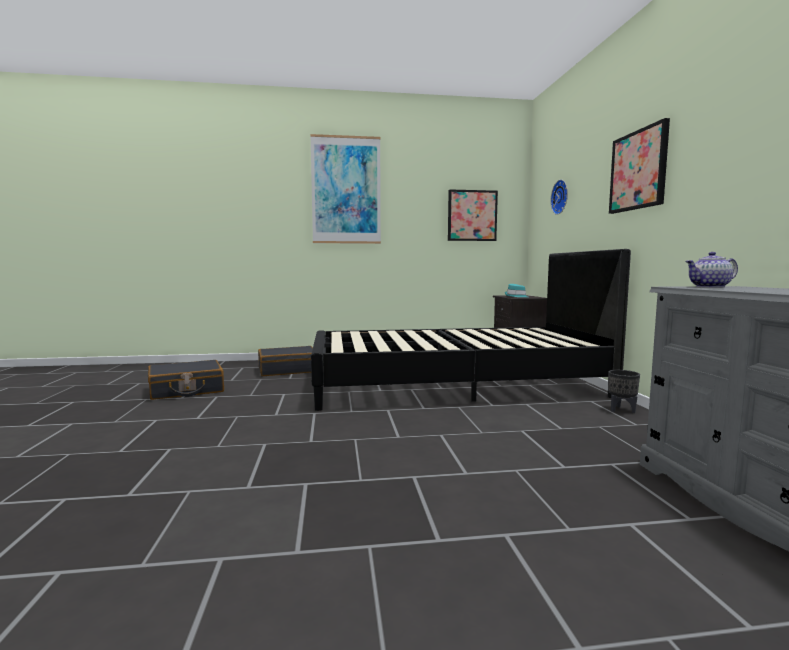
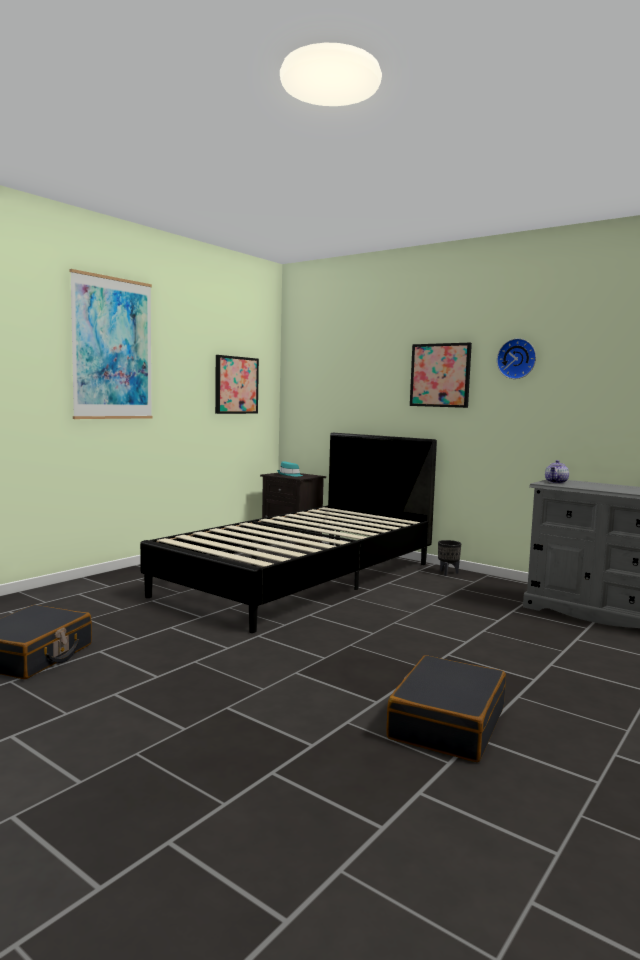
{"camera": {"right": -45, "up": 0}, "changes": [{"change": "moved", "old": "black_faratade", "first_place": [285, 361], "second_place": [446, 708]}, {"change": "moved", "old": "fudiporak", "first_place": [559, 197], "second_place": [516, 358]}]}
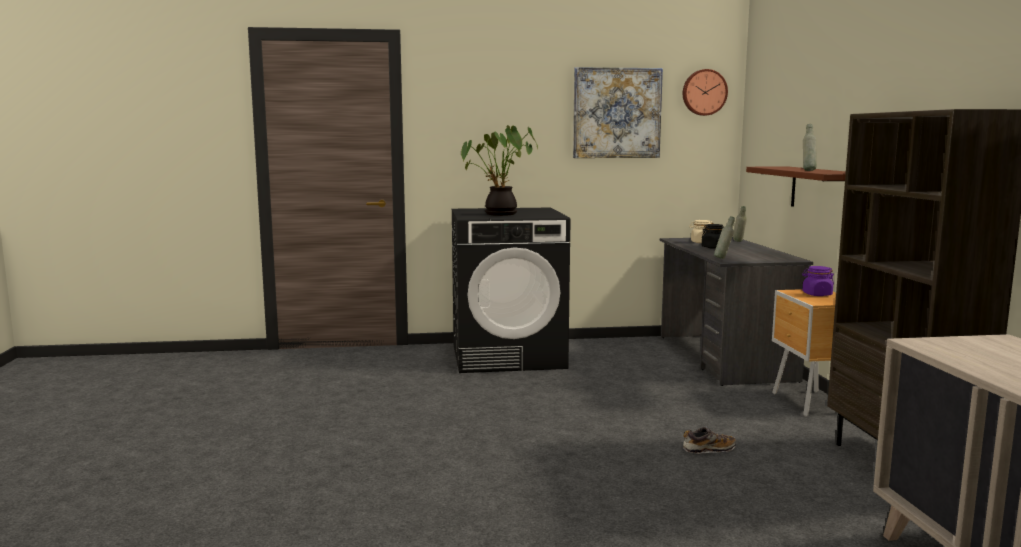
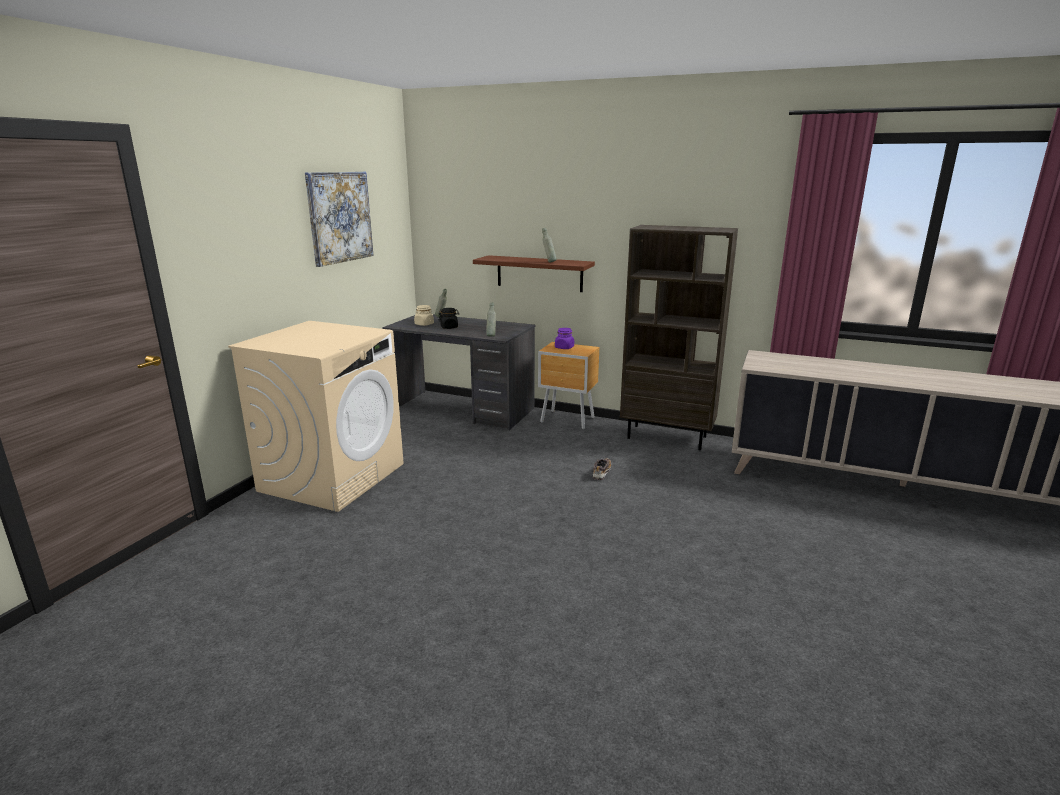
{"camera": {"right": -60, "up": 10}, "changes": [{"change": "recoloured", "old": "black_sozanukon", "new": "beige_sozanukon", "first_place": [511, 290], "second_place": [316, 416]}, {"change": "removed", "old": "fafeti", "first_place": [499, 170]}, {"change": "removed", "old": "fudiporak", "first_place": [705, 92]}]}
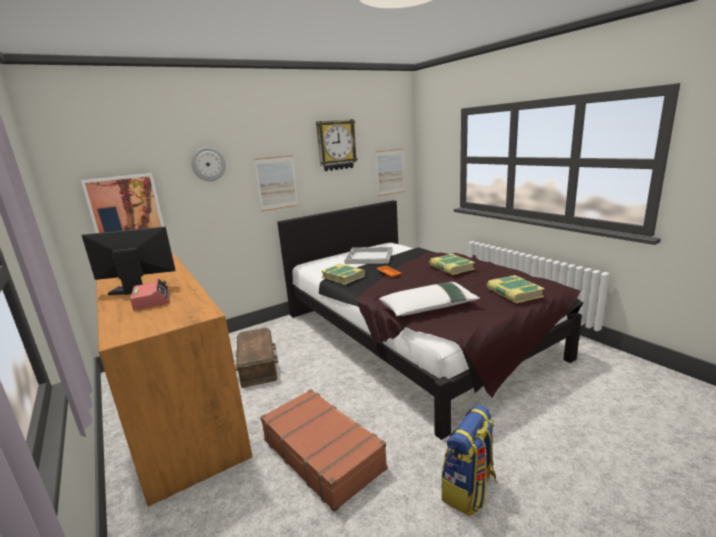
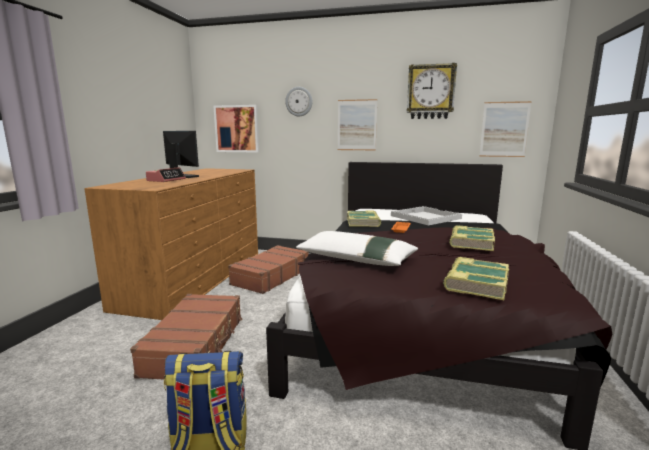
{"camera": {"right": 45, "up": -5}, "changes": [{"change": "replaced", "old": "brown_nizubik", "new": "brown_faratade", "first_place": [257, 358], "second_place": [268, 269]}]}
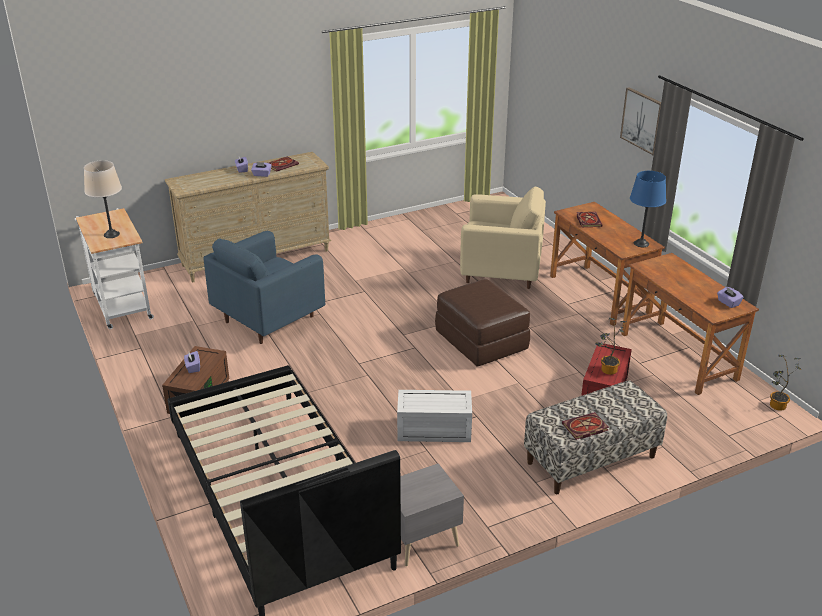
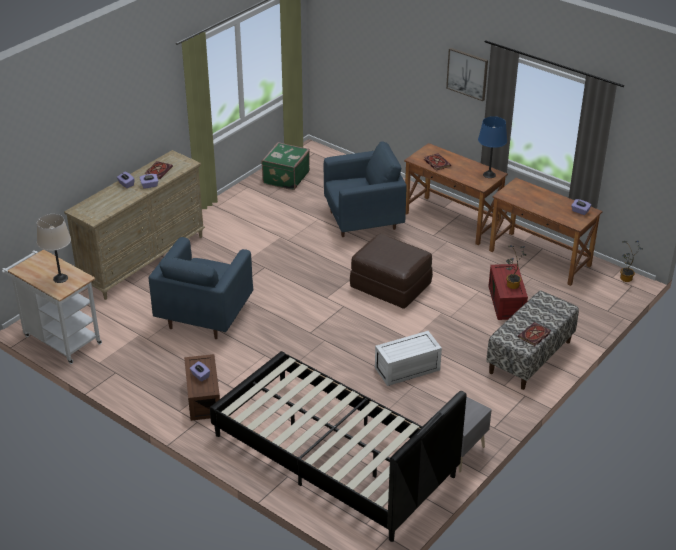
{"camera": {"right": -25, "up": 5}, "changes": [{"change": "recoloured", "old": "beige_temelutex", "new": "blue_temelutex", "first_place": [503, 238], "second_place": [365, 189]}, {"change": "added", "new": "green_faratade", "second_place": [285, 166]}]}
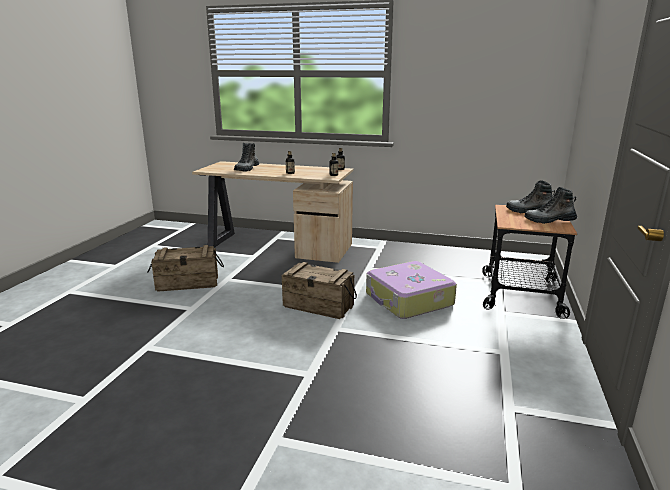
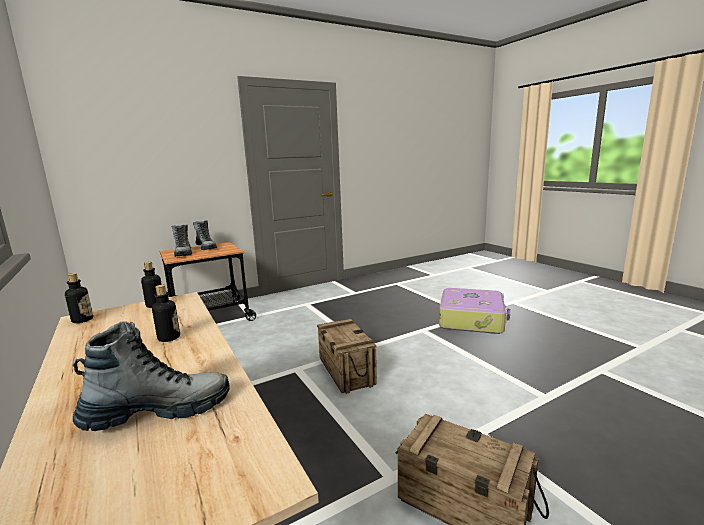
{"camera": {"right": -135, "up": -5}, "changes": [{"change": "moved", "old": "faratade", "first_place": [411, 290], "second_place": [475, 311]}]}
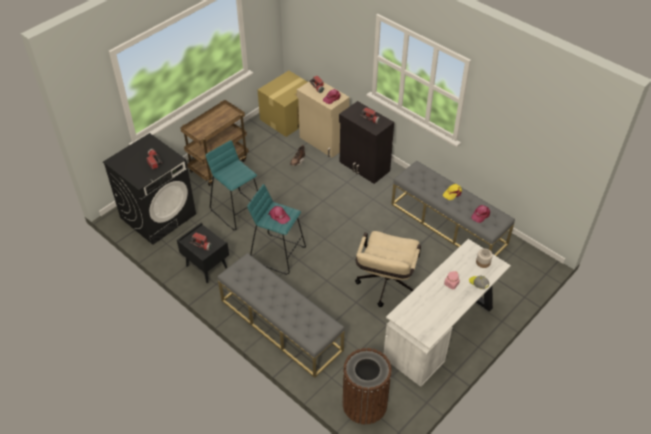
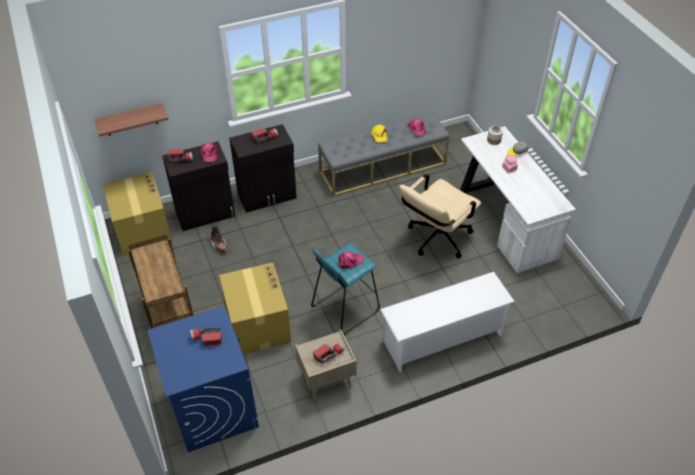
{"camera": {"right": -65, "up": 0}, "changes": [{"change": "recoloured", "old": "black_sozanukon", "new": "blue_sozanukon", "first_place": [149, 189], "second_place": [203, 379]}, {"change": "recoloured", "old": "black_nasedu", "new": "beige_nasedu", "first_place": [203, 252], "second_place": [326, 365]}, {"change": "replaced", "old": "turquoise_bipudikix", "new": "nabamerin", "first_place": [232, 185], "second_place": [255, 309]}, {"change": "replaced", "old": "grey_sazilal", "new": "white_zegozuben", "first_place": [281, 315], "second_place": [447, 322]}, {"change": "recoloured", "old": "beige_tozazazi", "new": "black_tozazazi", "first_place": [323, 120], "second_place": [198, 186]}, {"change": "removed", "old": "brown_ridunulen", "first_place": [367, 386]}, {"change": "turned", "old": "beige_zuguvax", "first_place": [388, 269], "second_place": [440, 216], "degrees": 90}, {"change": "added", "new": "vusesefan", "second_place": [131, 120]}]}
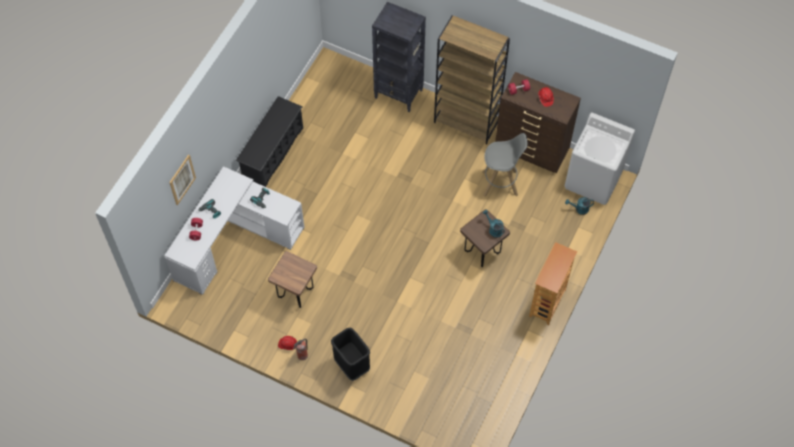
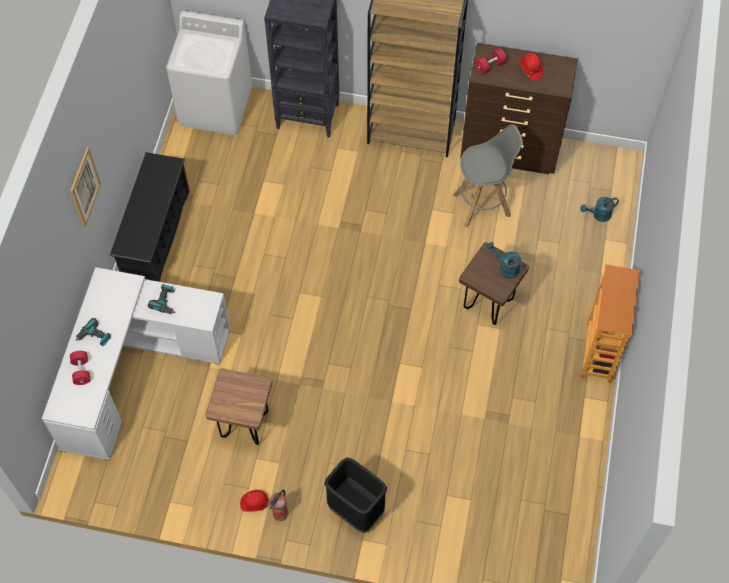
{"camera": {"right": -15, "up": 0}, "changes": [{"change": "moved", "old": "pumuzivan", "first_place": [182, 179], "second_place": [85, 187]}, {"change": "moved", "old": "white_sozanukon", "first_place": [600, 159], "second_place": [209, 73]}]}
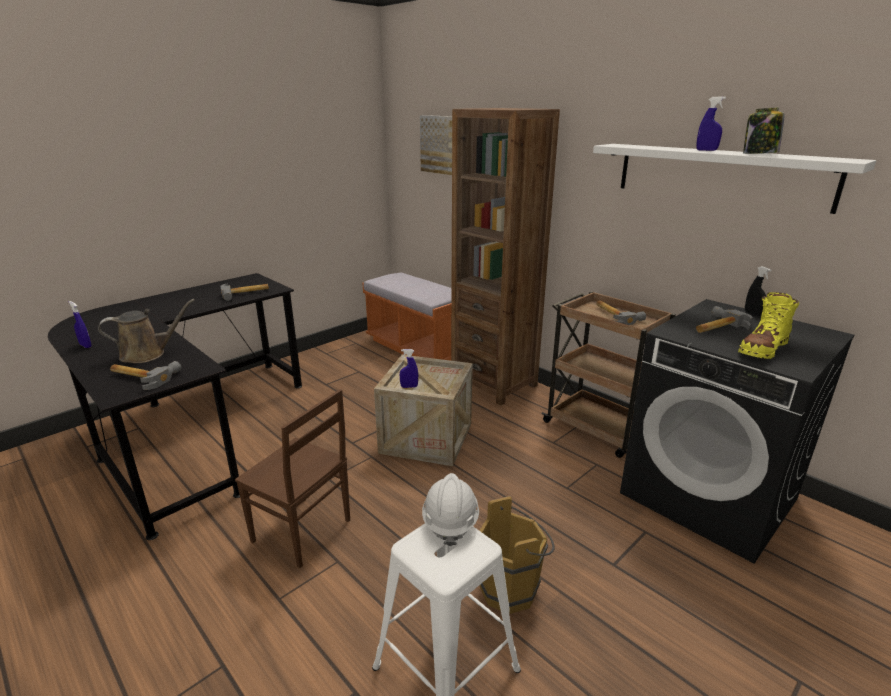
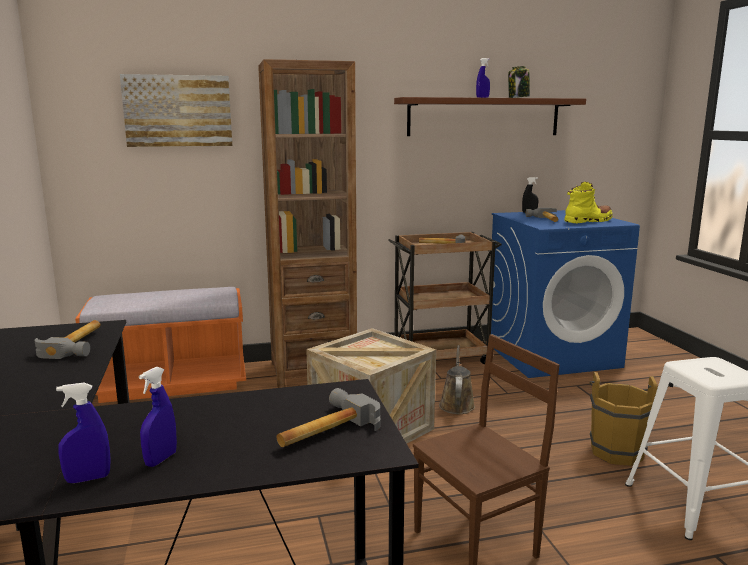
{"camera": {"right": -60, "up": -10}, "changes": [{"change": "moved", "old": "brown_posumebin", "first_place": [146, 331], "second_place": [457, 379]}, {"change": "moved", "old": "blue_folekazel", "first_place": [409, 368], "second_place": [158, 417]}, {"change": "removed", "old": "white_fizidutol", "first_place": [450, 509]}, {"change": "recoloured", "old": "white_vusesefan", "new": "brown_vusesefan", "first_place": [734, 179], "second_place": [490, 116]}, {"change": "recoloured", "old": "black_sozanukon", "new": "blue_sozanukon", "first_place": [737, 431], "second_place": [565, 294]}, {"change": "turned", "old": "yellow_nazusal", "first_place": [768, 325], "second_place": [588, 202], "degrees": -105}]}
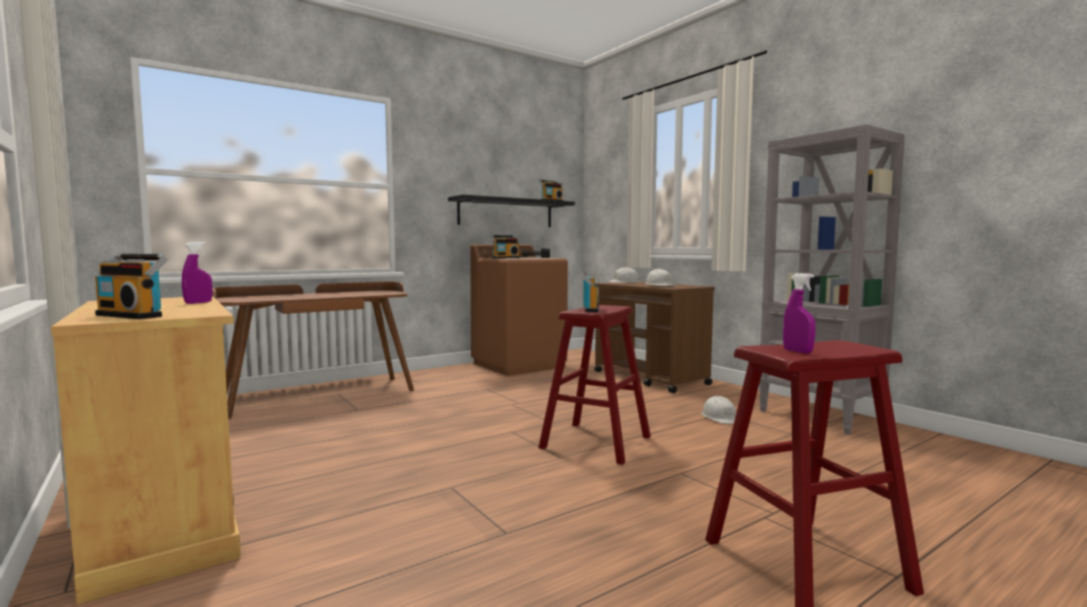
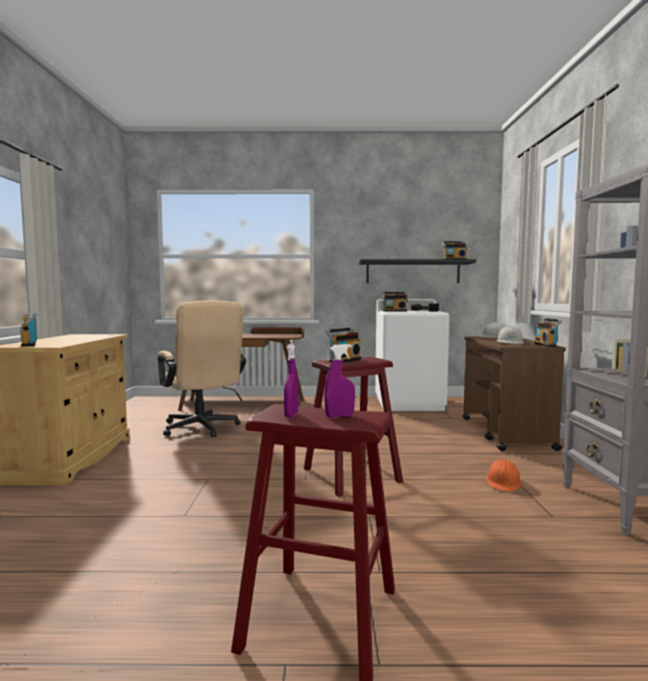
{"camera": {"right": 35, "up": 0}, "changes": [{"change": "moved", "old": "purple_folekazel", "first_place": [197, 273], "second_place": [339, 381]}, {"change": "recoloured", "old": "brown_sozanukon", "new": "white_sozanukon", "first_place": [519, 310], "second_place": [412, 355]}, {"change": "recoloured", "old": "white_fizidutol", "new": "orange_fizidutol", "first_place": [718, 410], "second_place": [504, 475]}, {"change": "added", "new": "beige_zuguvax", "second_place": [202, 369]}, {"change": "added", "new": "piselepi", "second_place": [548, 332]}]}
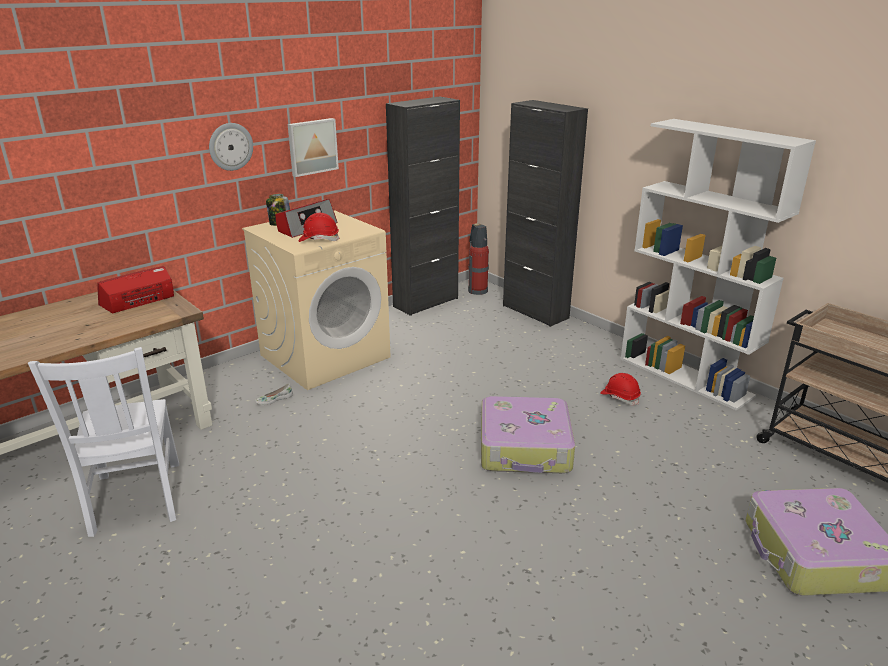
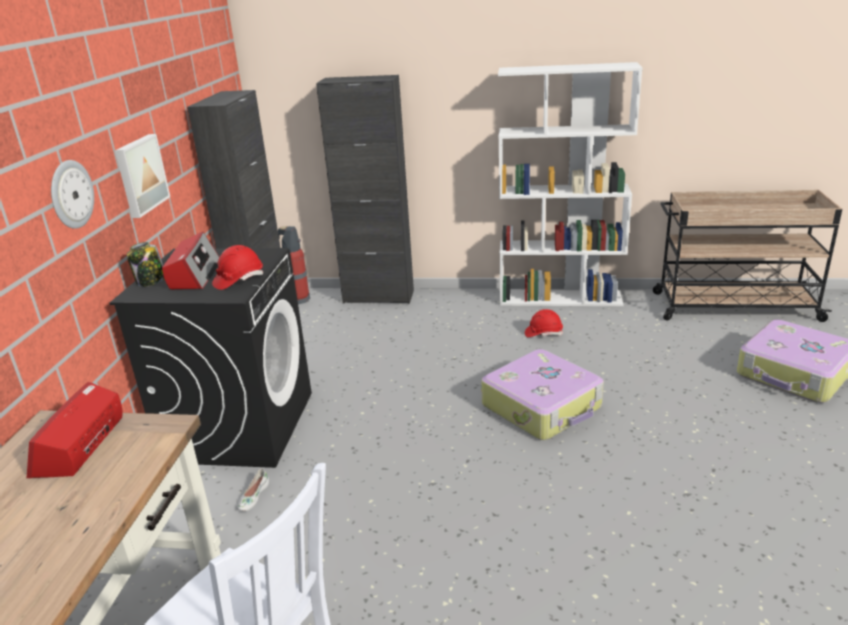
{"camera": {"right": -40, "up": 0}, "changes": [{"change": "recoloured", "old": "beige_sozanukon", "new": "black_sozanukon", "first_place": [316, 300], "second_place": [211, 358]}]}
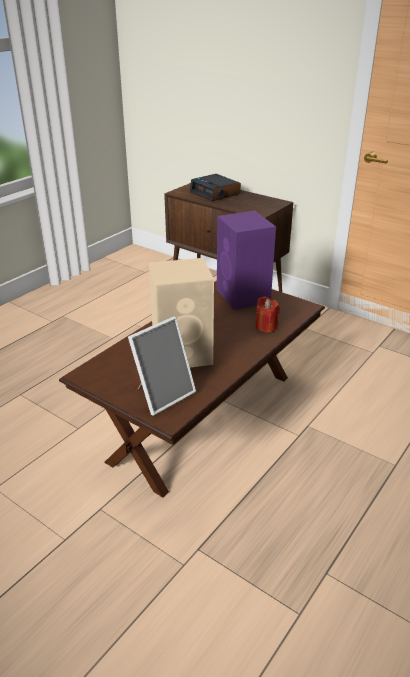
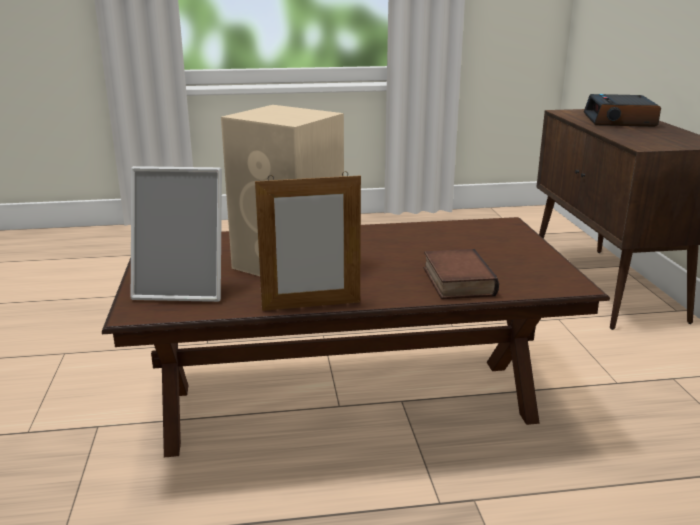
{"camera": {"right": 45, "up": -10}, "changes": [{"change": "removed", "old": "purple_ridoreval", "first_place": [246, 260]}, {"change": "replaced", "old": "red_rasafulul", "new": "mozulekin", "first_place": [267, 314], "second_place": [461, 274]}, {"change": "added", "new": "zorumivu", "second_place": [308, 241]}]}
